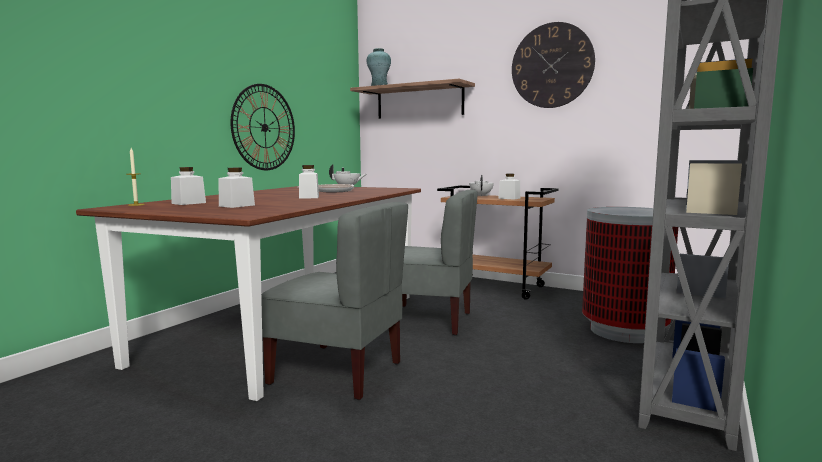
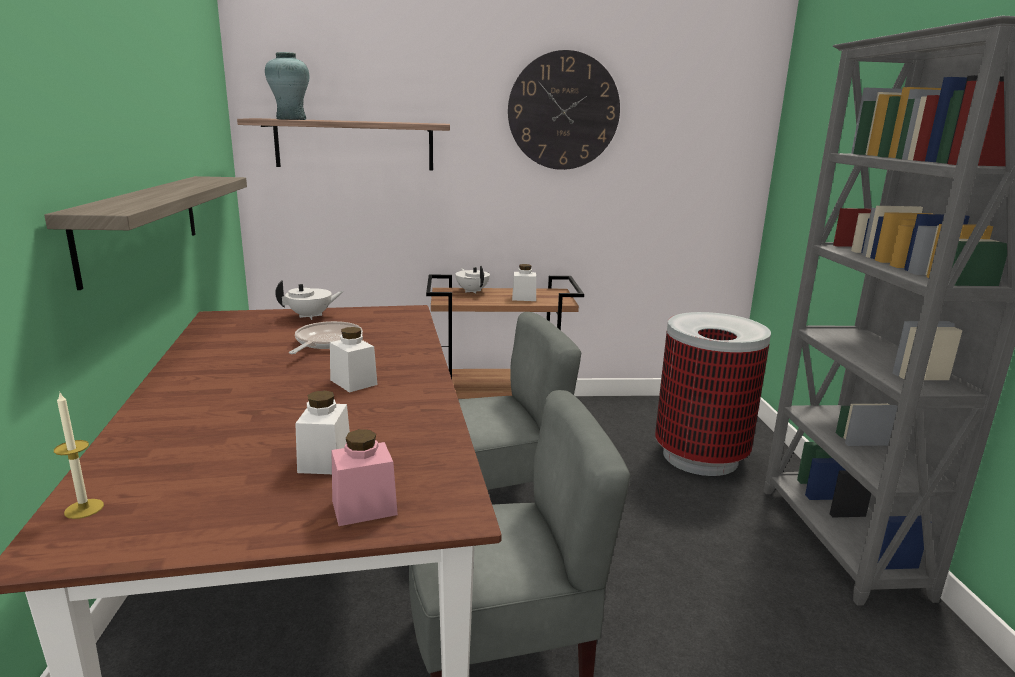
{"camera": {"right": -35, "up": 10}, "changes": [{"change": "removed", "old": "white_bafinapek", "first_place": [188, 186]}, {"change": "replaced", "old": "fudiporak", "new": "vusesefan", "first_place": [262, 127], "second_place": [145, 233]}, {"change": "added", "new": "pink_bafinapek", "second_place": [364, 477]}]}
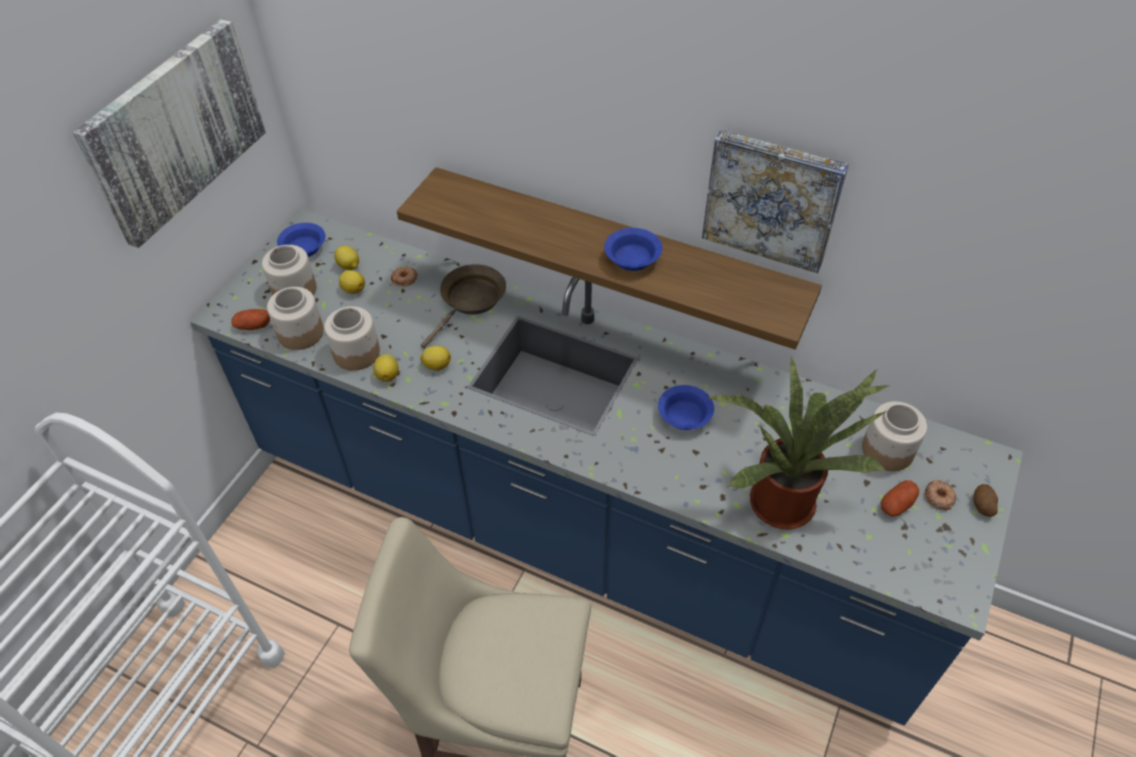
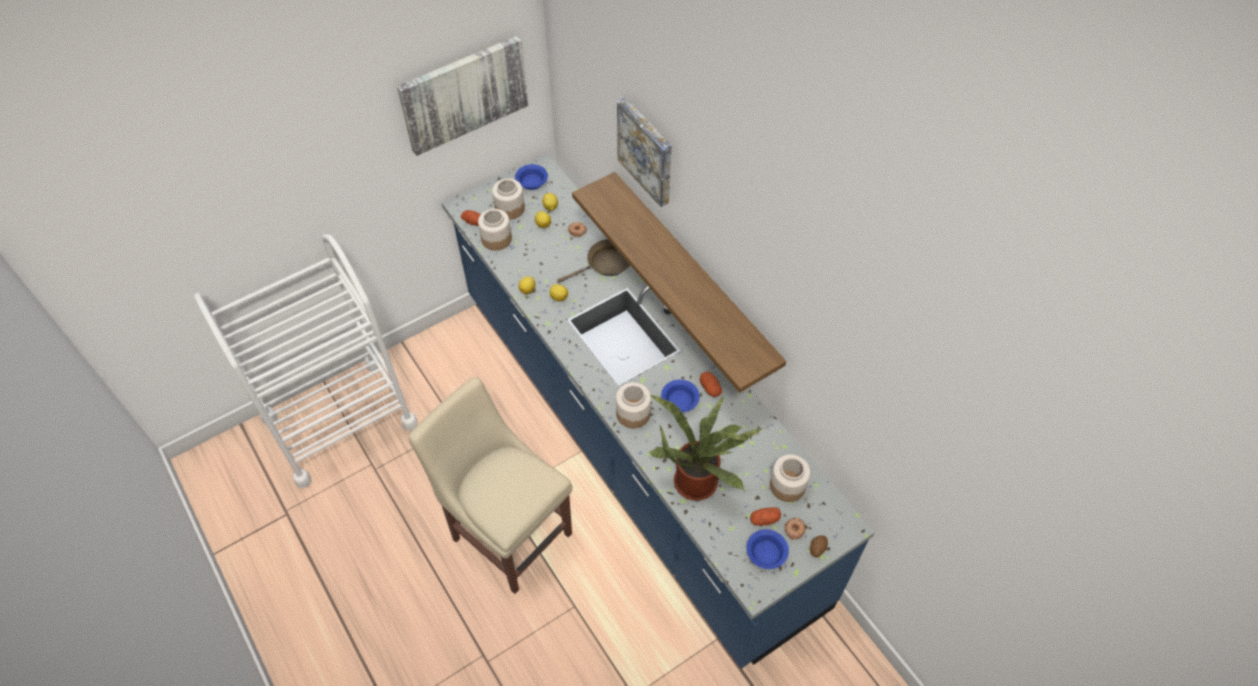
{"camera": {"right": 30, "up": 5}, "changes": [{"change": "moved", "old": "bafinapek", "first_place": [352, 338], "second_place": [633, 405]}, {"change": "moved", "old": "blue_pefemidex", "first_place": [633, 249], "second_place": [767, 549]}, {"change": "moved", "old": "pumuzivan", "first_place": [775, 201], "second_place": [644, 152]}, {"change": "added", "new": "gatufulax", "second_place": [711, 384]}]}
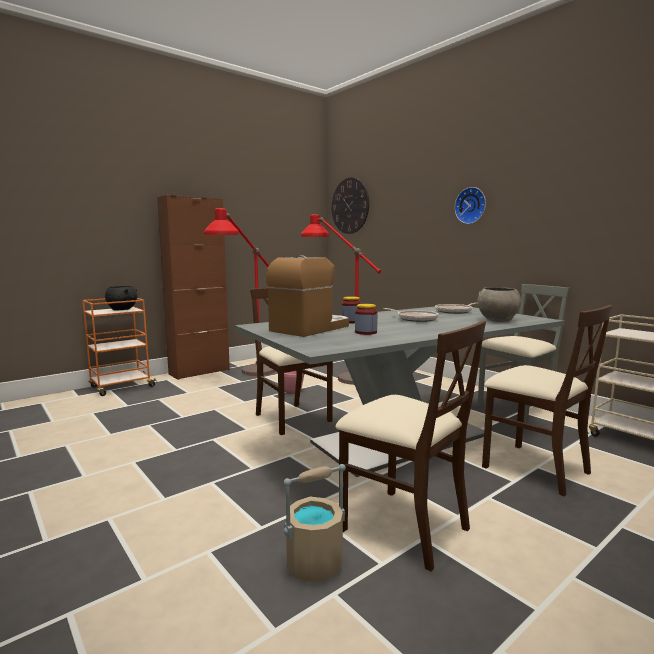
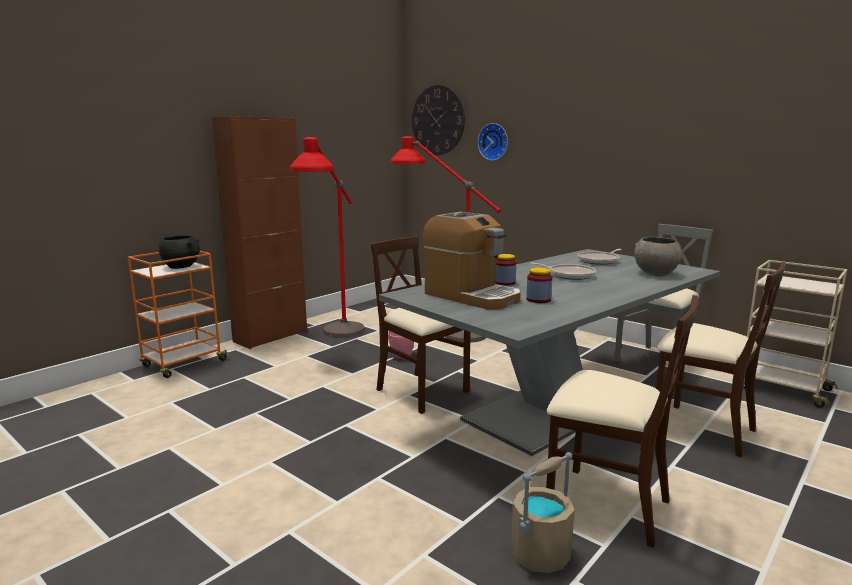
{"camera": {"right": -10, "up": 5}, "changes": [{"change": "turned", "old": "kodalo", "first_place": [307, 296], "second_place": [472, 261], "degrees": 105}, {"change": "moved", "old": "fudiporak", "first_place": [470, 205], "second_place": [493, 142]}]}
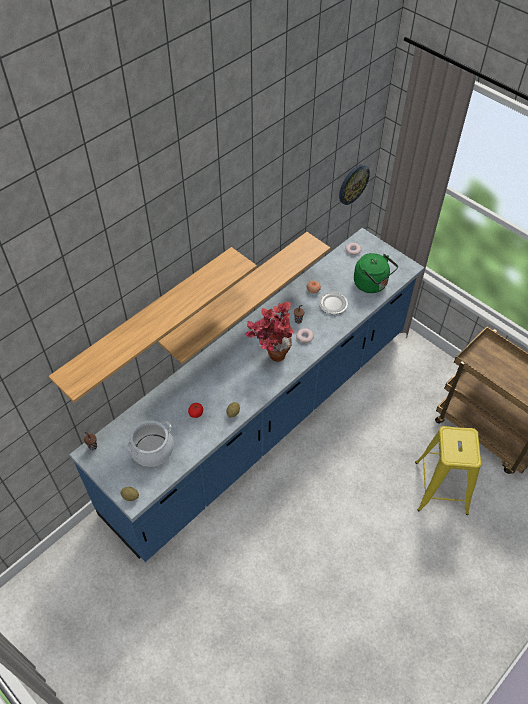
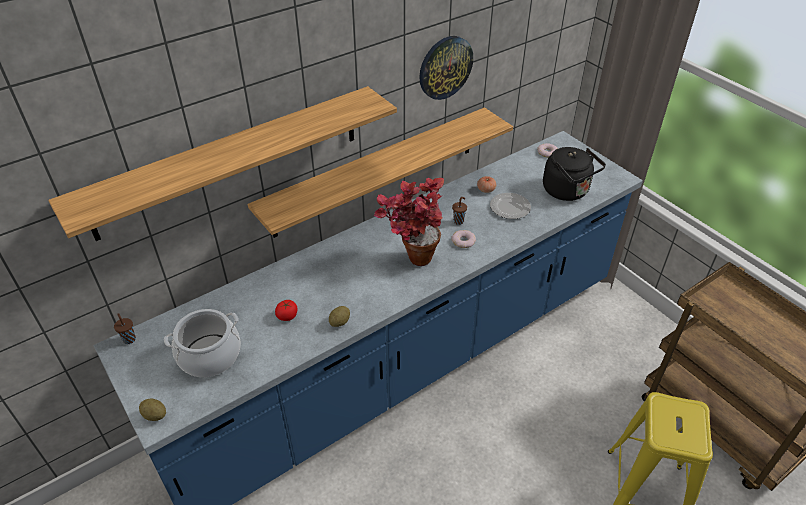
{"camera": {"right": 10, "up": -10}, "changes": [{"change": "moved", "old": "fudiporak", "first_place": [354, 184], "second_place": [446, 68]}, {"change": "recoloured", "old": "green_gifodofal", "new": "black_gifodofal", "first_place": [376, 273], "second_place": [574, 174]}]}
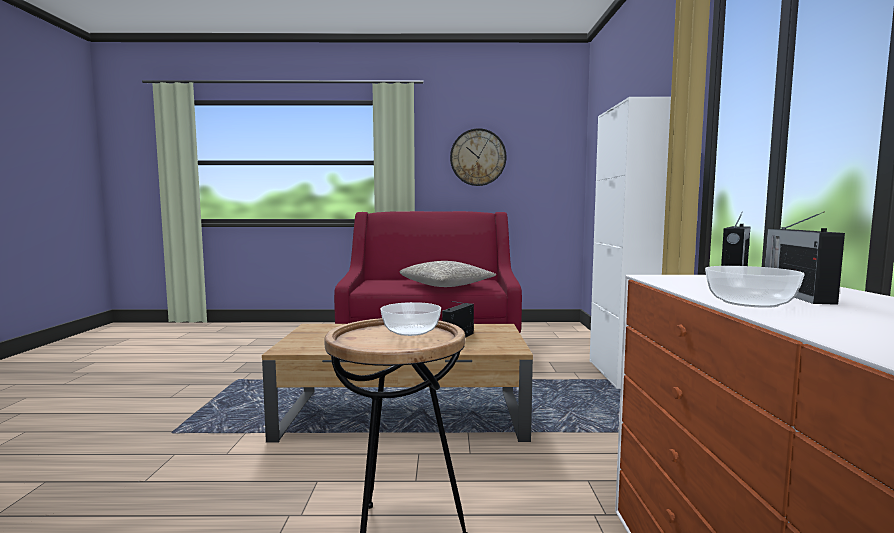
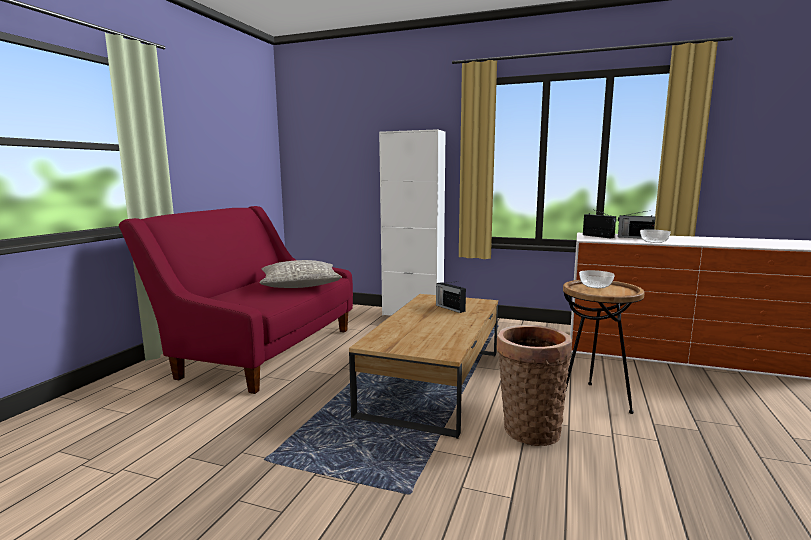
{"camera": {"right": -70, "up": 5}, "changes": [{"change": "removed", "old": "fudiporak", "first_place": [478, 157]}, {"change": "added", "new": "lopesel", "second_place": [534, 385]}]}
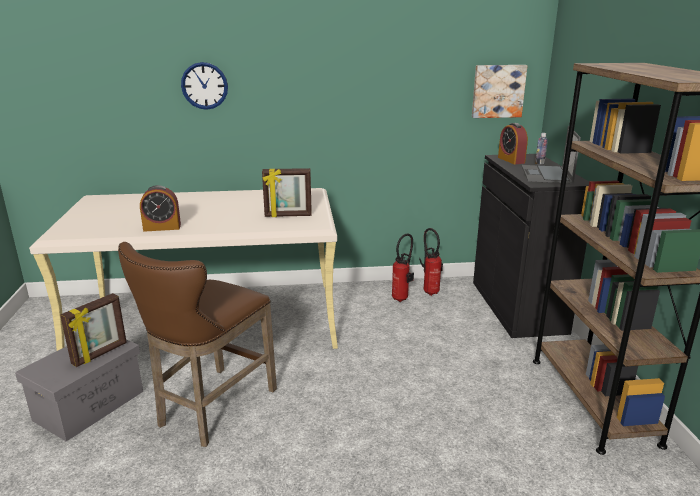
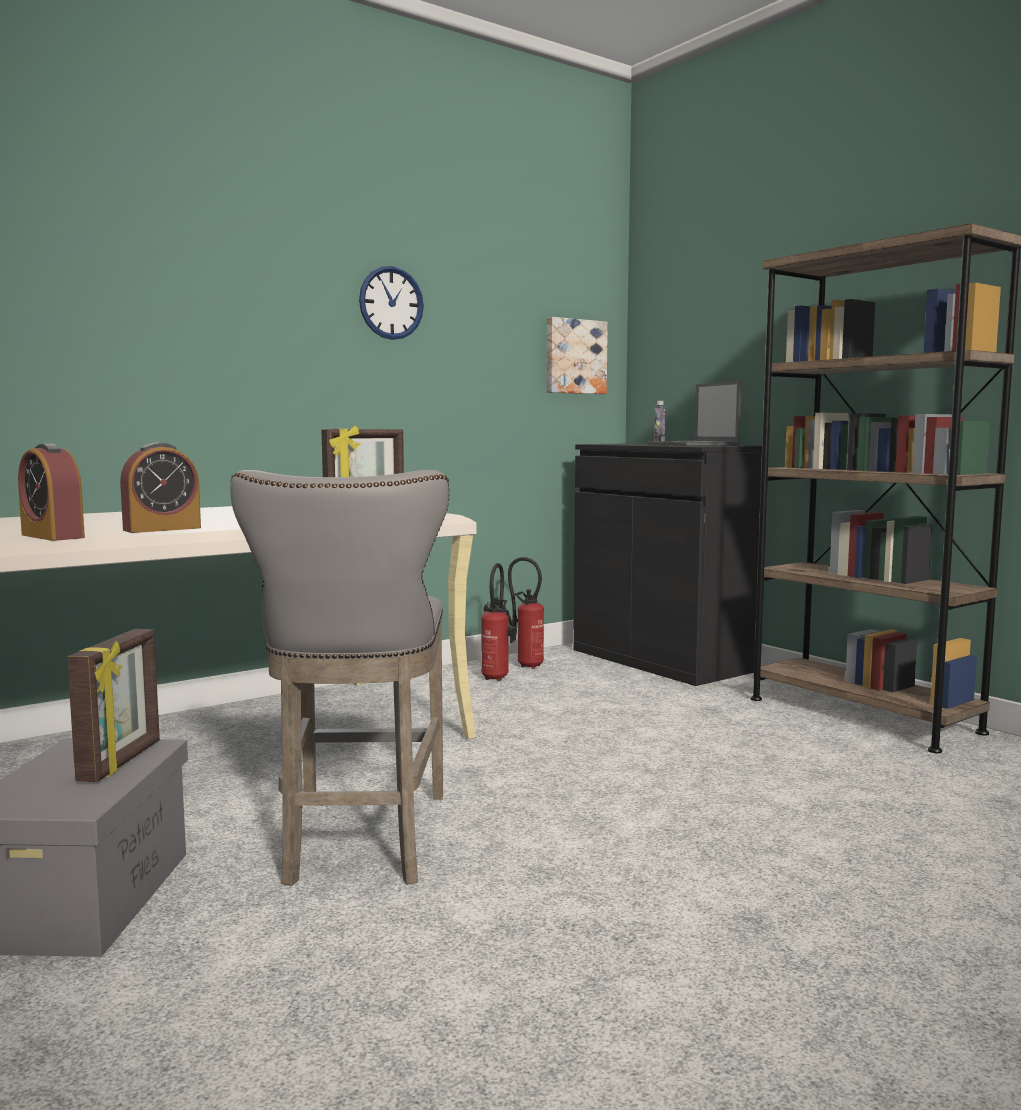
{"camera": {"right": -30, "up": -15}, "changes": [{"change": "recoloured", "old": "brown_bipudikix", "new": "grey_bipudikix", "first_place": [197, 344], "second_place": [339, 678]}, {"change": "moved", "old": "fudiporak", "first_place": [204, 86], "second_place": [391, 303]}, {"change": "moved", "old": "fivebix", "first_place": [513, 143], "second_place": [51, 492]}]}
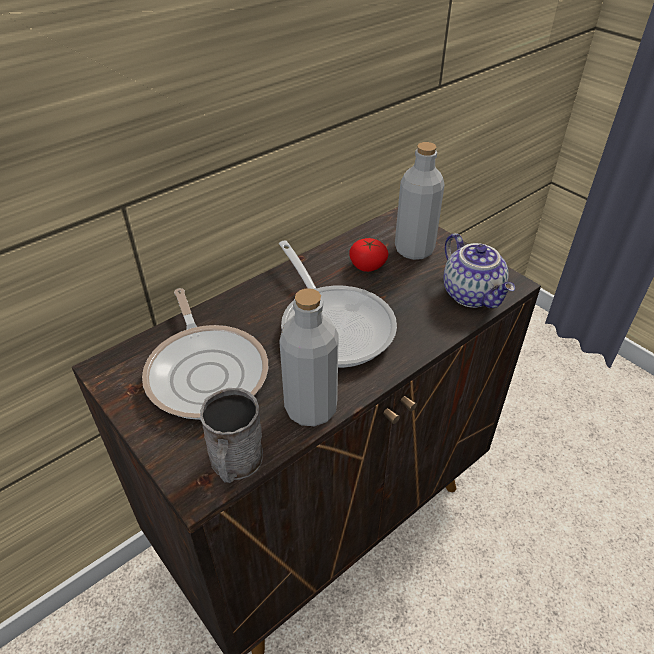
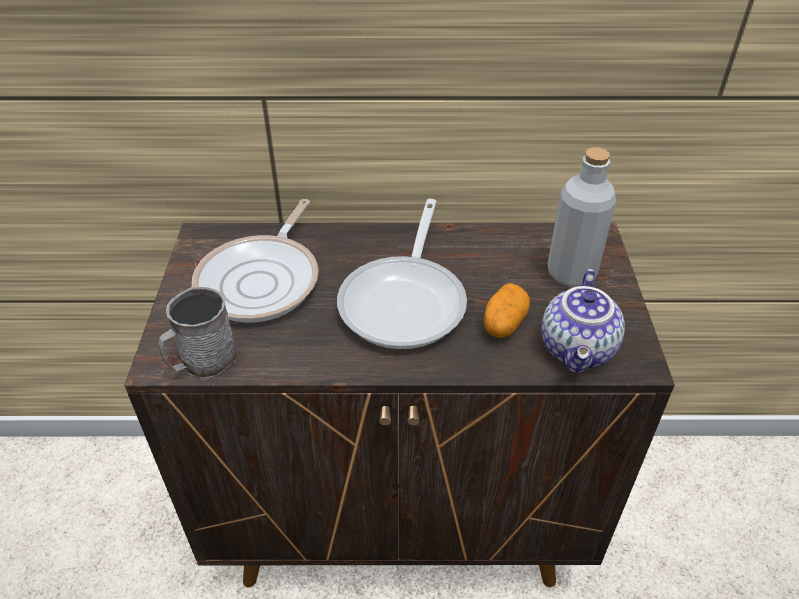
{"camera": {"right": 40, "up": 0}, "changes": [{"change": "removed", "old": "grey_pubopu", "first_place": [309, 357]}, {"change": "removed", "old": "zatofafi", "first_place": [368, 255]}, {"change": "added", "new": "gatufulax", "second_place": [507, 310]}]}
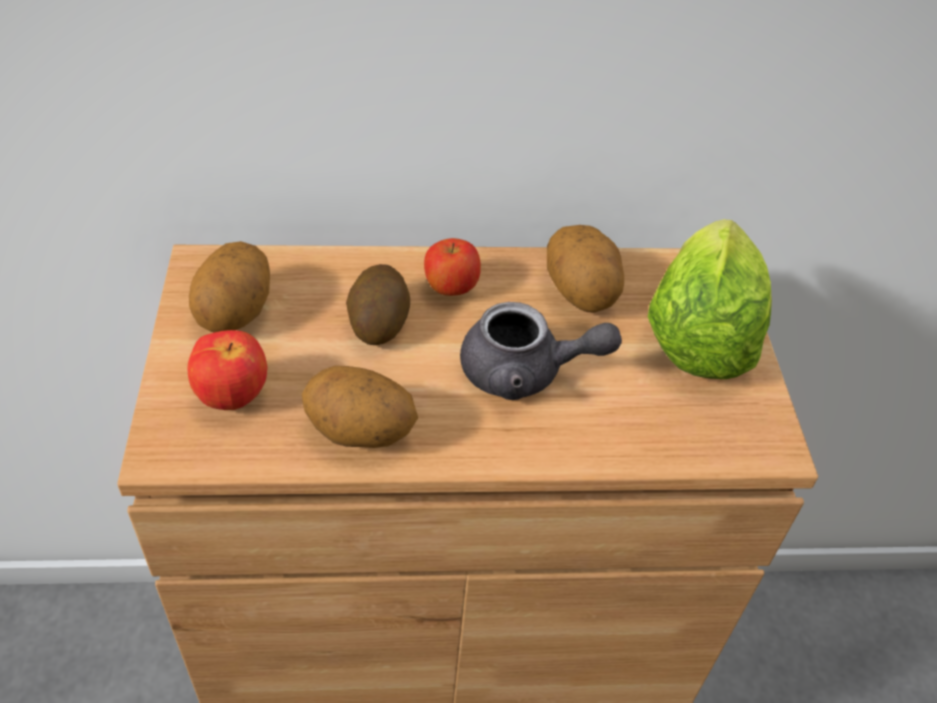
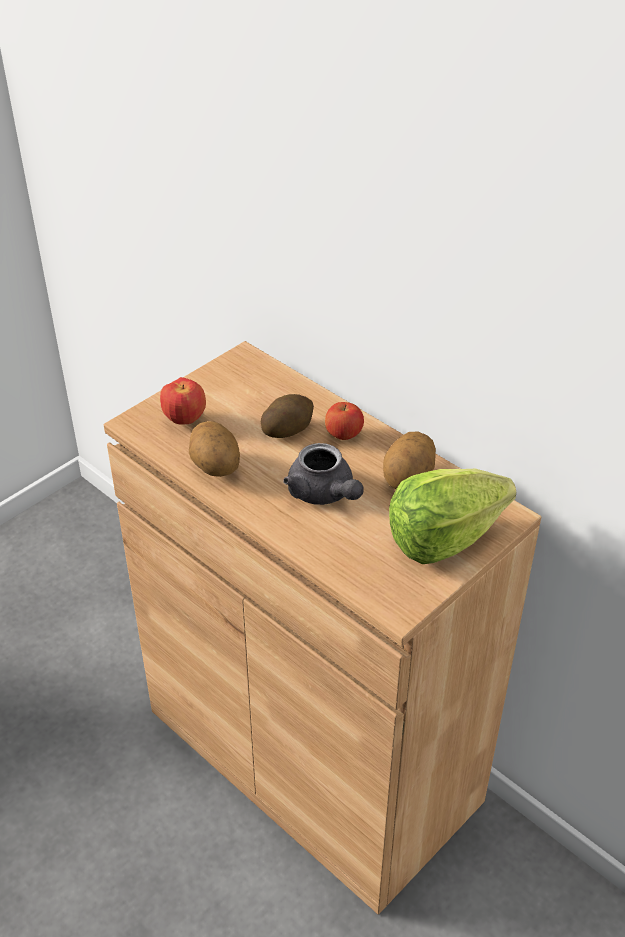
{"camera": {"right": 50, "up": -5}, "changes": [{"change": "removed", "old": "gatufulax", "first_place": [229, 286]}]}
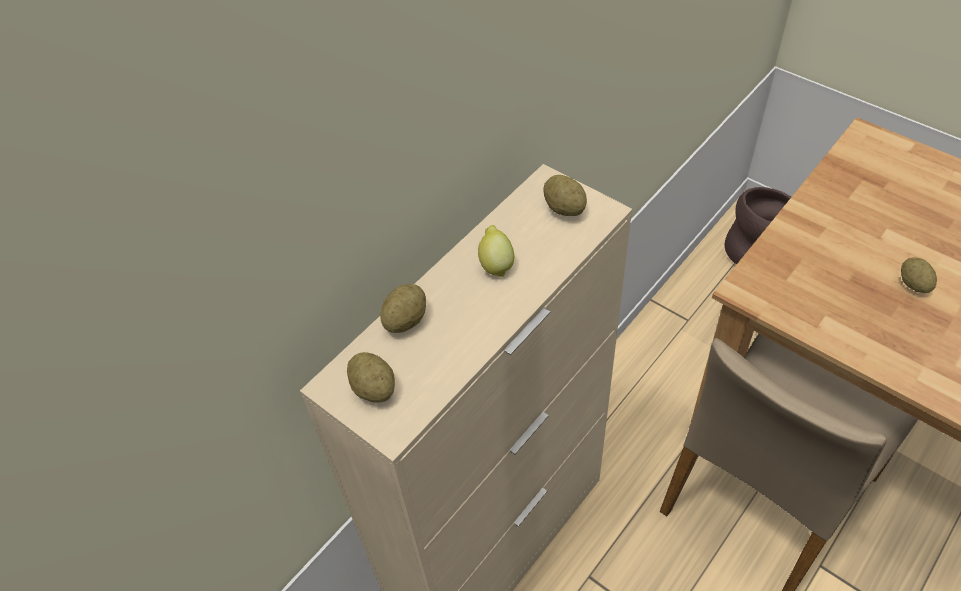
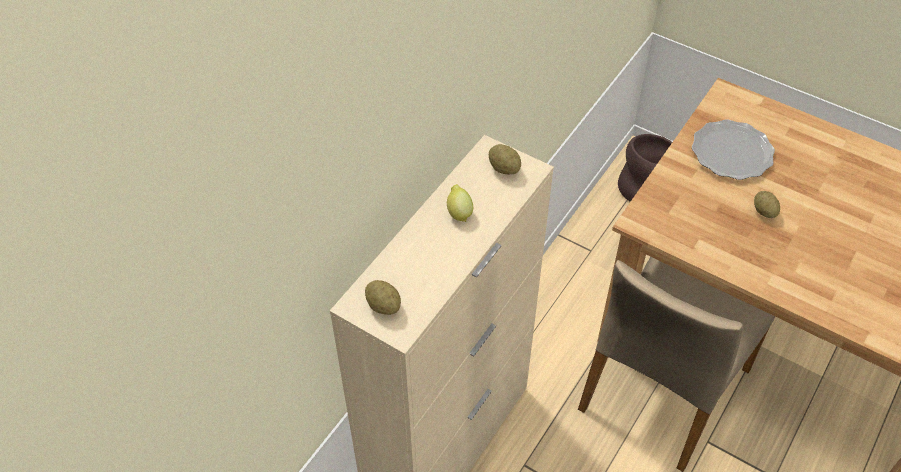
{"camera": {"right": -10, "up": 0}, "changes": [{"change": "removed", "old": "gatufulax", "first_place": [403, 308]}, {"change": "added", "new": "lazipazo", "second_place": [733, 149]}]}
